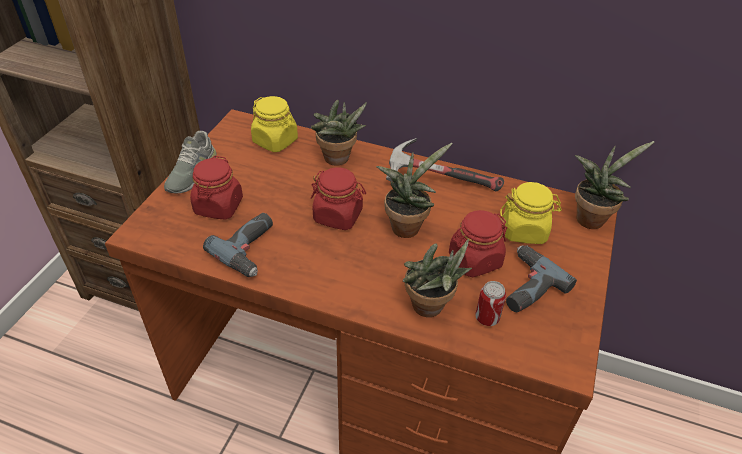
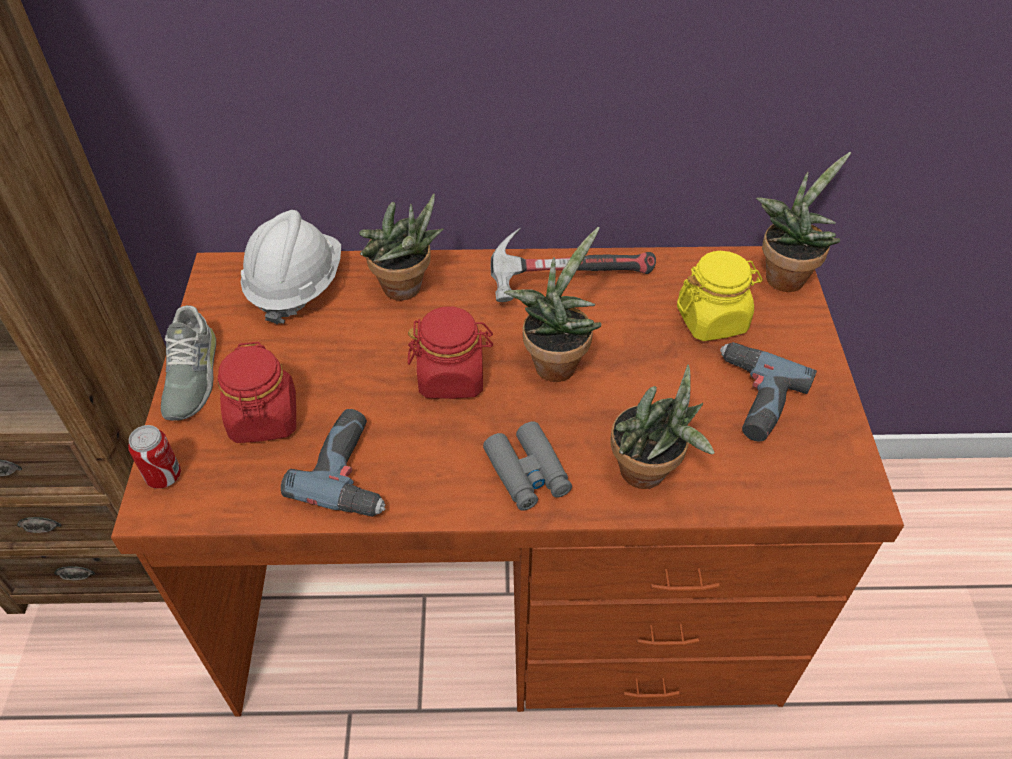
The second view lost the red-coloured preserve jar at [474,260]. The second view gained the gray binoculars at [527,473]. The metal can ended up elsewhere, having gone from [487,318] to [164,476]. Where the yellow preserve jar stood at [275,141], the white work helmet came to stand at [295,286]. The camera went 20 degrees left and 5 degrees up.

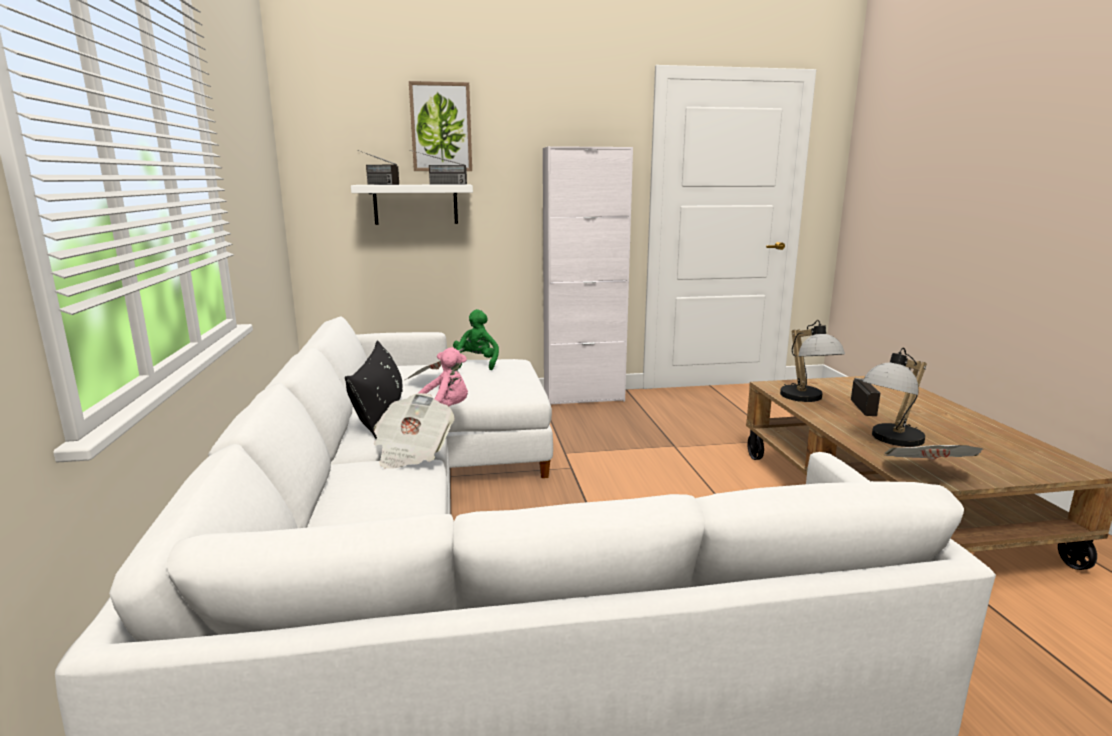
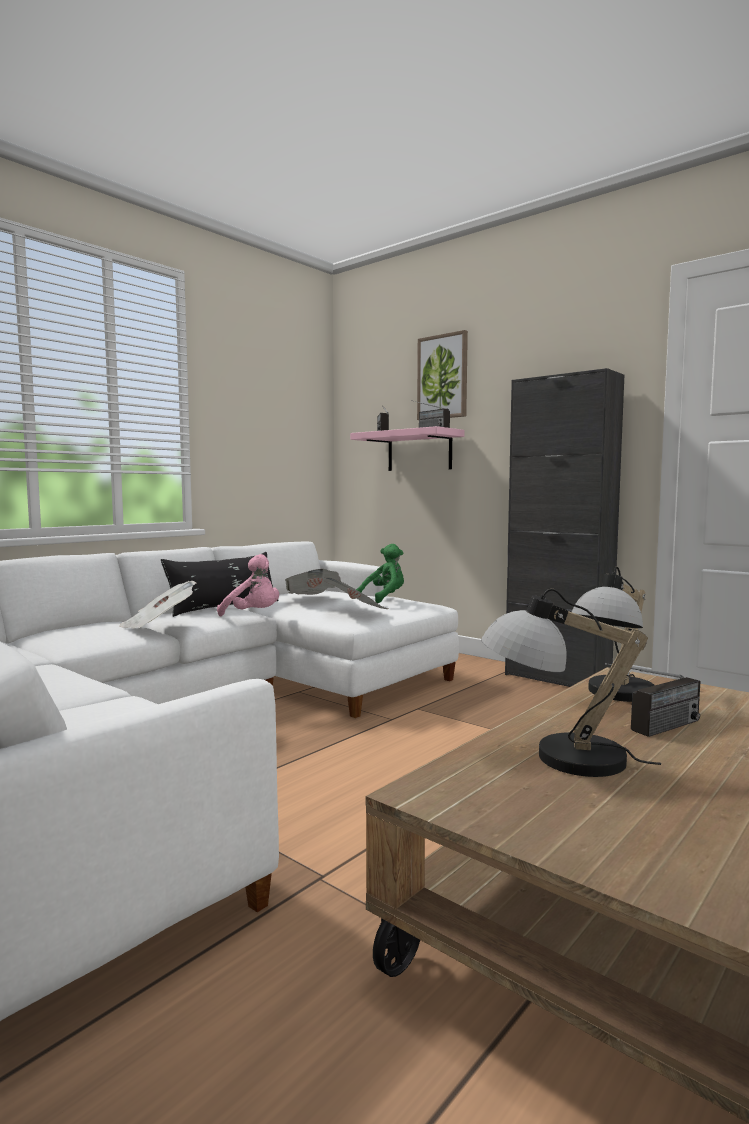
The newspaper ended up elsewhere, having gone from [926,473] to [356,611]. What was the white shelf at [415,204] turned into the pinkish shelf at [419,451]. What was the white storage cabinet at [583,397] turned into the black-coloured storage cabinet at [557,679]. The camera went 50 degrees right and 10 degrees down.

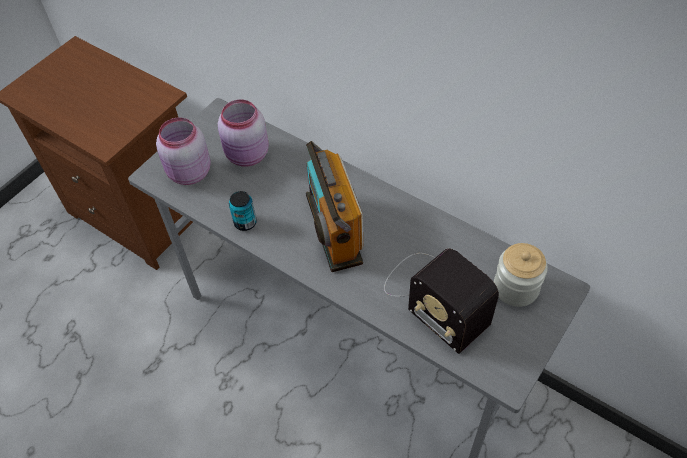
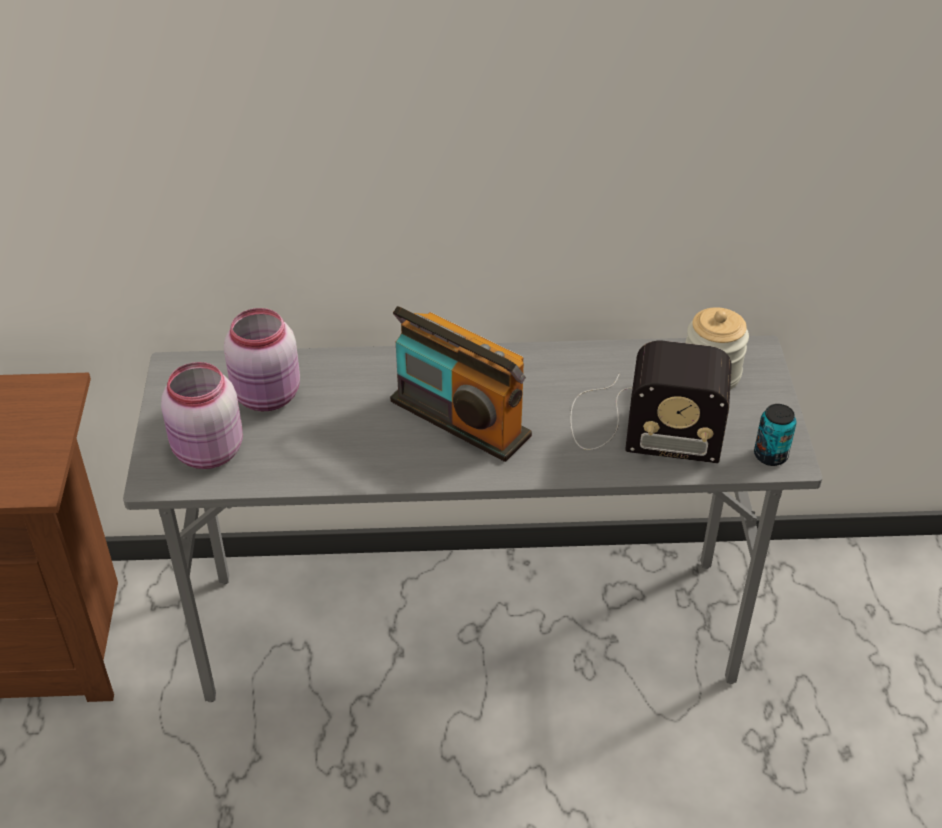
The metal can ended up elsewhere, having gone from [245,222] to [770,455]. The camera went 40 degrees left and 10 degrees down.

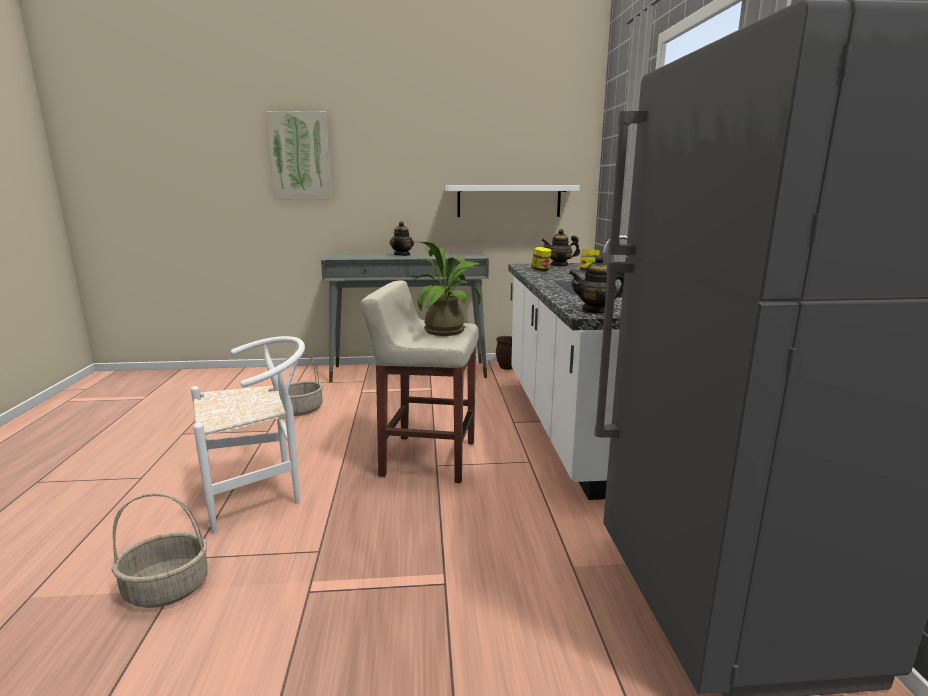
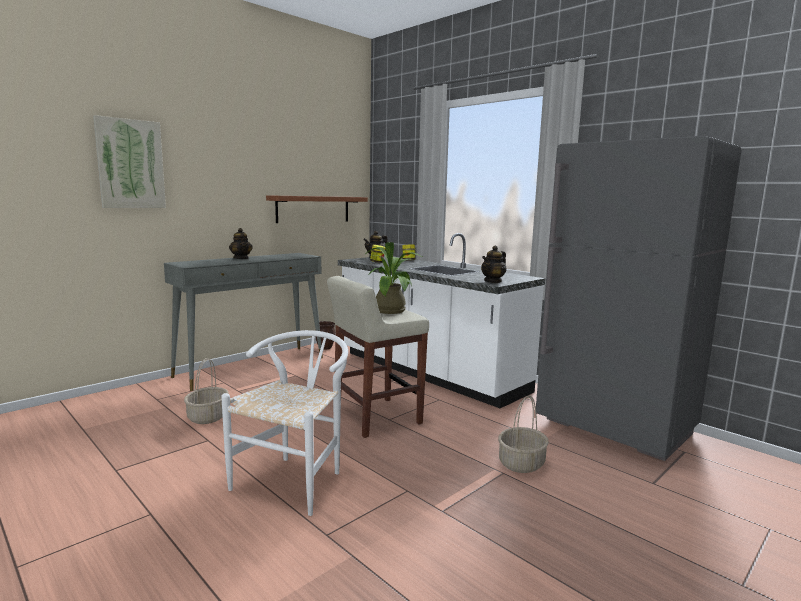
The basket ended up elsewhere, having gone from [166,589] to [521,464]. What was the white shelf at [509,201] turned into the brownish shelf at [313,209]. The camera went 40 degrees left and 5 degrees down.

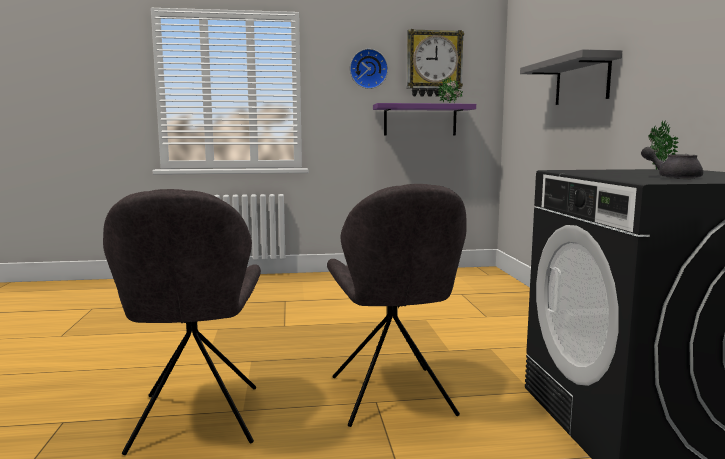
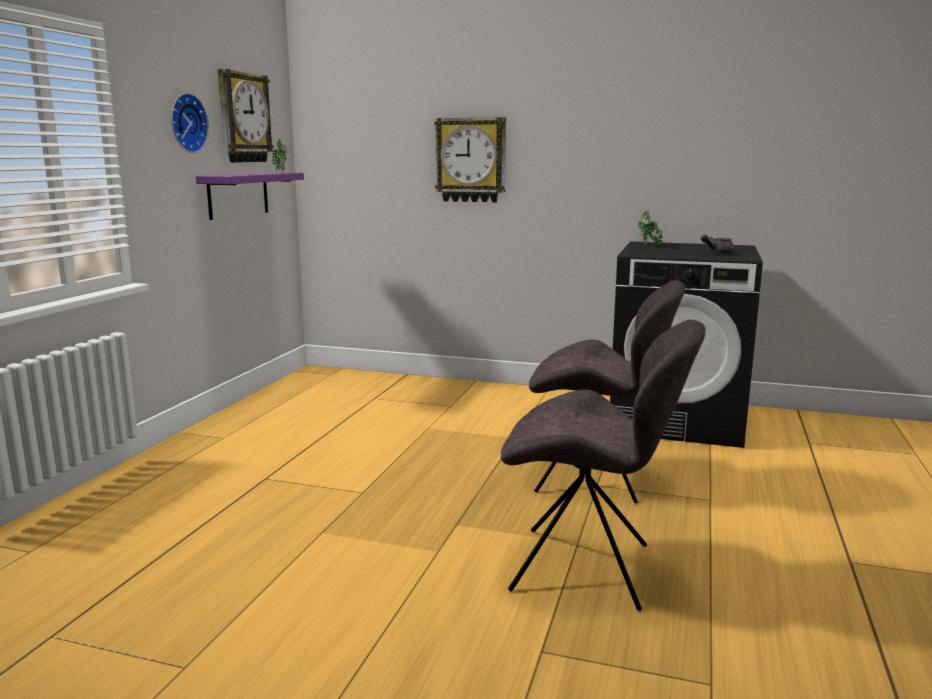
Where the gray shelf hung at [582,81], the hanging clock came to hang at [471,160]. The camera went 65 degrees left and 5 degrees up.

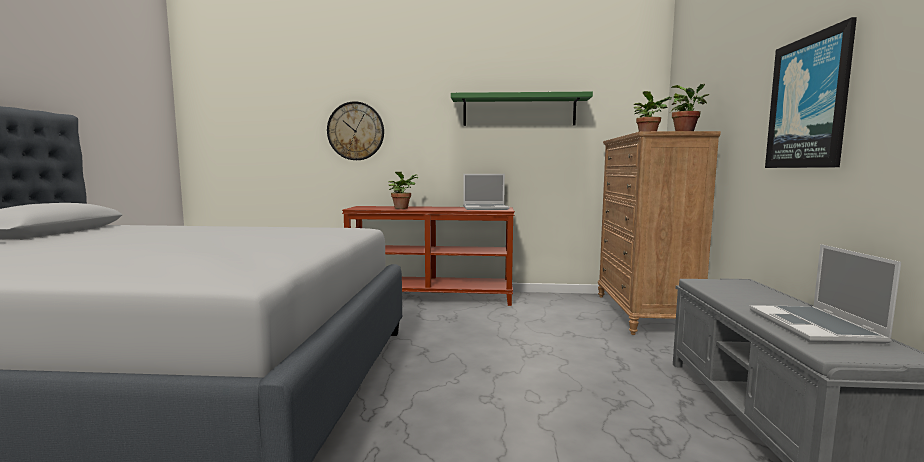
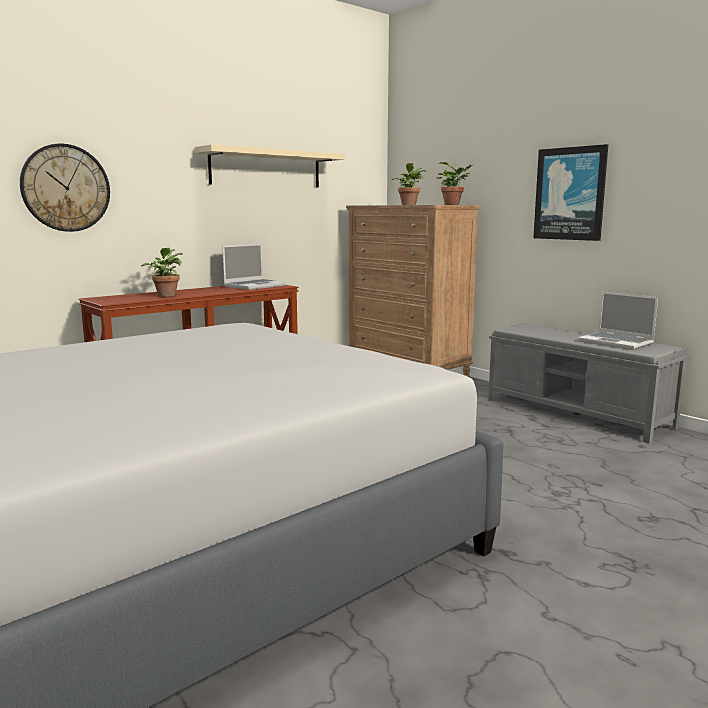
What was the greenish shelf at [519,111] turned into the beige shelf at [266,168]. The camera went 45 degrees left and 5 degrees up.

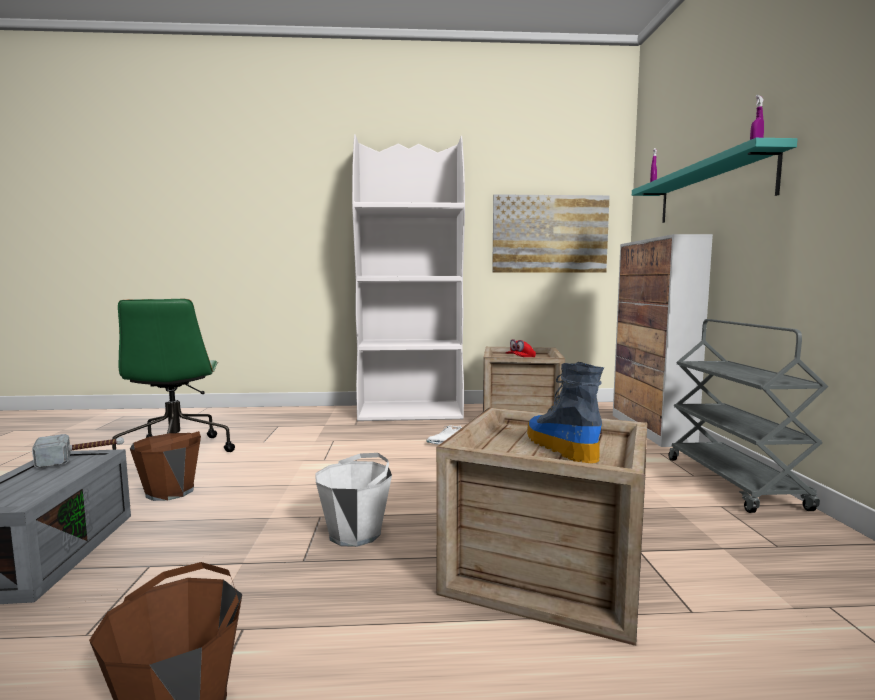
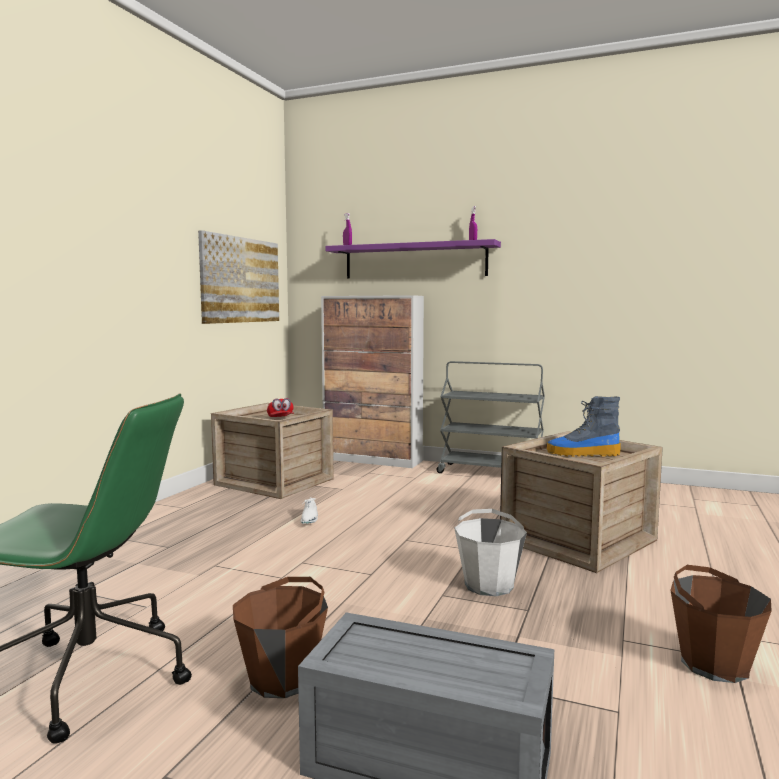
The second view lost the tool hammer at [81,457]. The second view lost the white bookcase at [411,412]. What was the blue-green shelf at [712,190] turned into the purplish shelf at [414,261]. The camera went 65 degrees left and 0 degrees up.

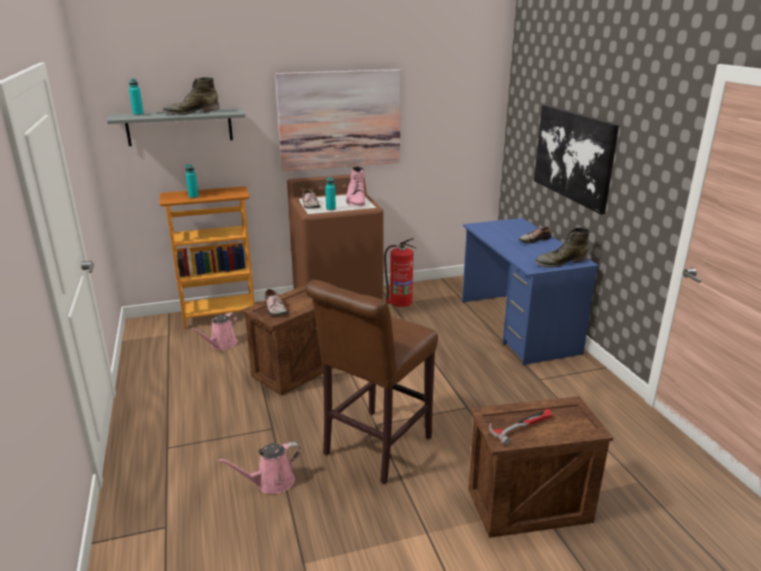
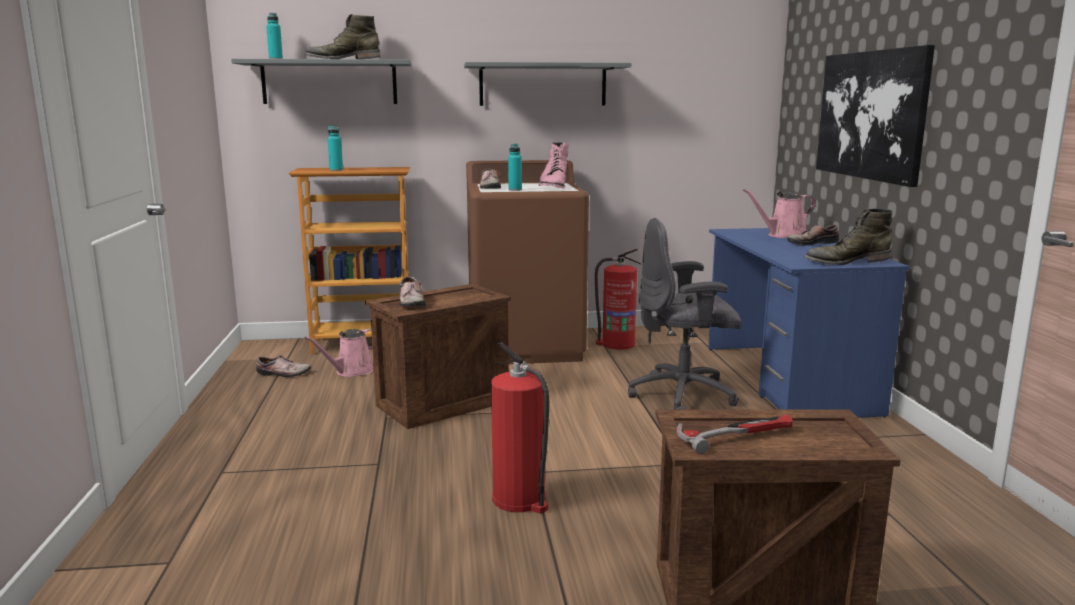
The second view gained the item of footwear at [283,374]. The second view gained the gray desk chair at [684,395]. The pinkish watering can ended up elsewhere, having gone from [271,482] to [783,235]. Where the wall art hung at [340,120], the gray shelf came to hang at [543,85]. Where the brownish stool seat stood at [374,448], the fire extinguisher came to stand at [520,499]. The camera went 10 degrees right and 10 degrees down.

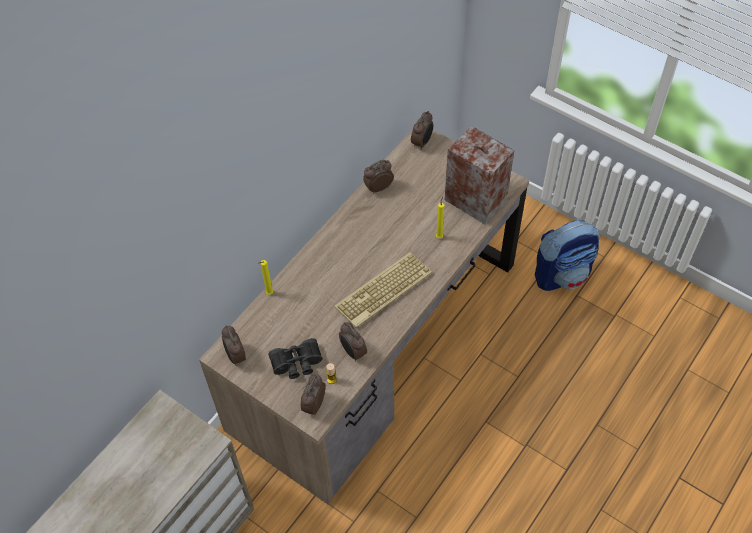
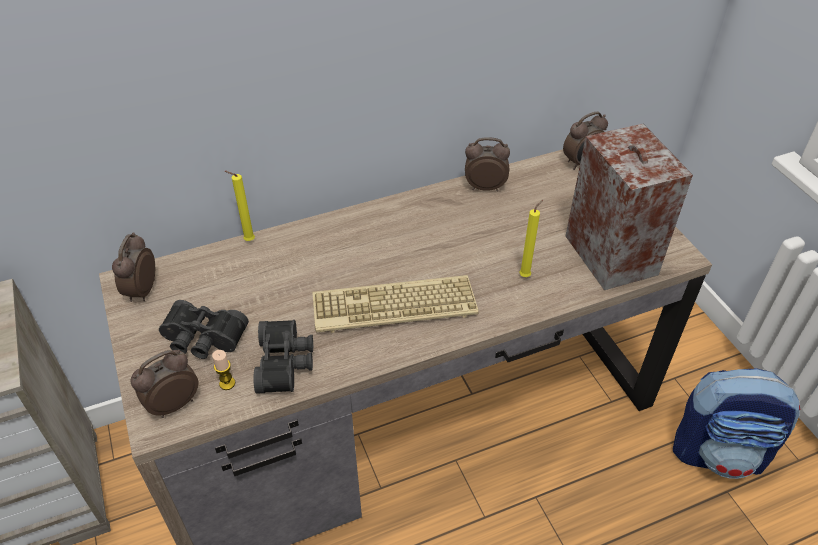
Where the table clock stood at [353,352], the black-coloured binoculars came to stand at [286,362]. The camera went 30 degrees right and 10 degrees down.

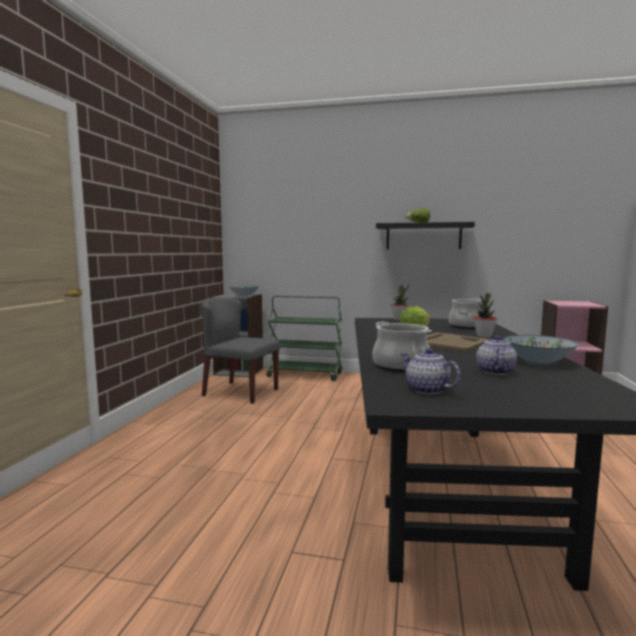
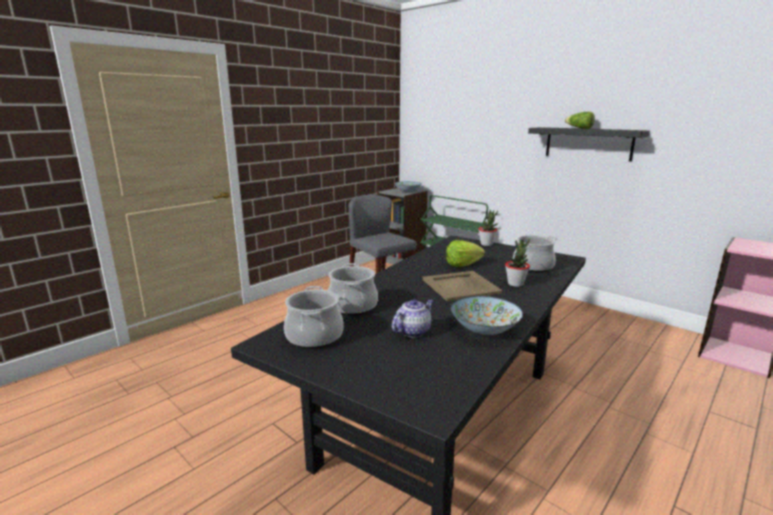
Where the teapot stood at [426,389], the cooking pot came to stand at [314,336]. The camera went 30 degrees right and 10 degrees up.

